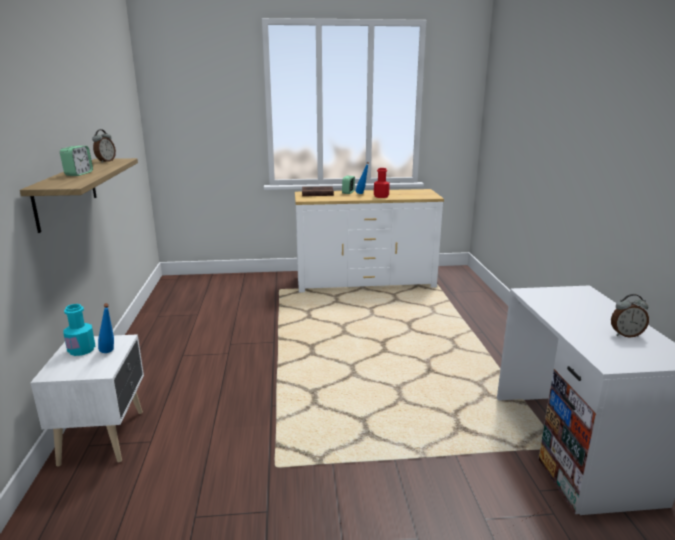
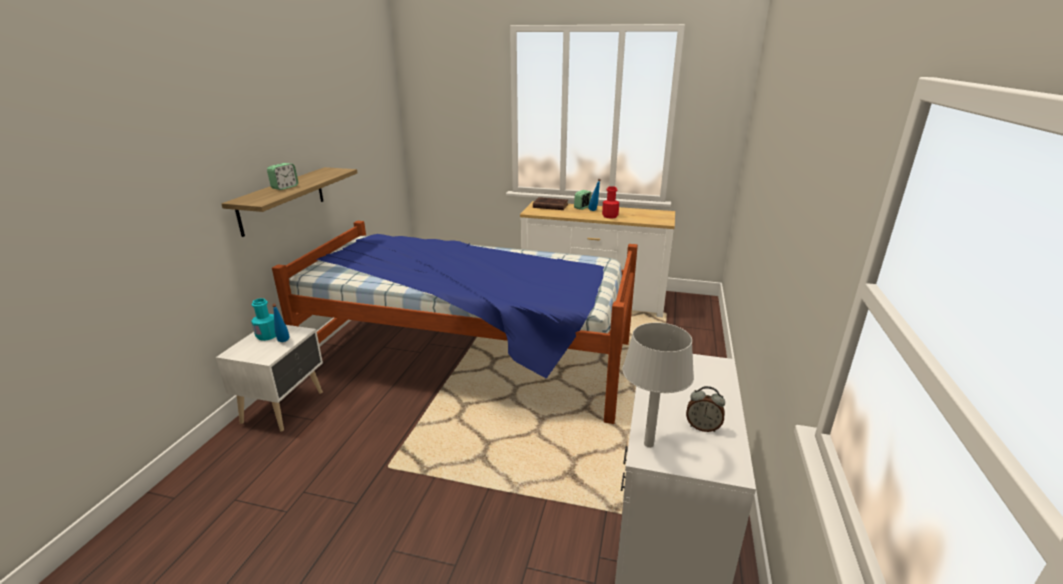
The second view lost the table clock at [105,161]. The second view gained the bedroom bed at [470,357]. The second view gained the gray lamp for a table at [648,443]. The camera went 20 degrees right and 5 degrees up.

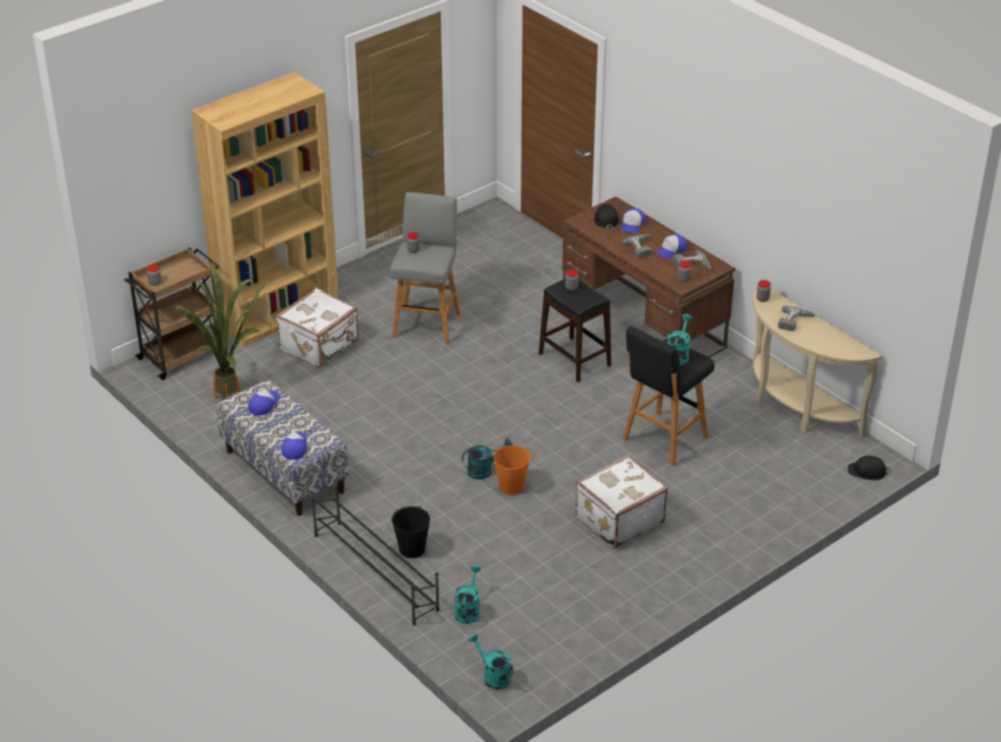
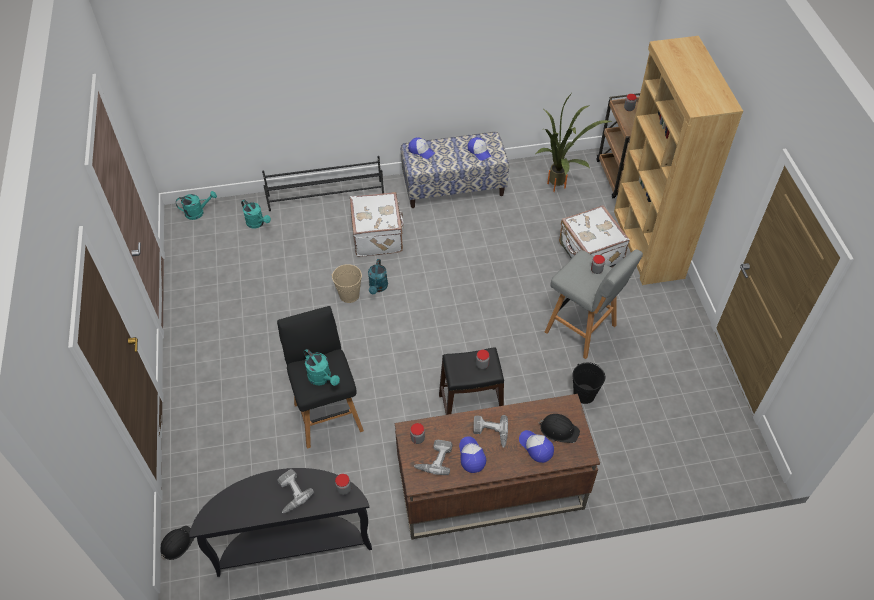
The black-coloured pail ended up elsewhere, having gone from [412,549] to [584,394]. The white piece of luggage ended up elsewhere, having gone from [618,519] to [378,236]. What was the orange-coloured pail at [511,486] turned into the beige pail at [349,294]. What was the beige console table at [795,407] turned into the black-coloured console table at [293,543]. The camera went 120 degrees right and 15 degrees up.

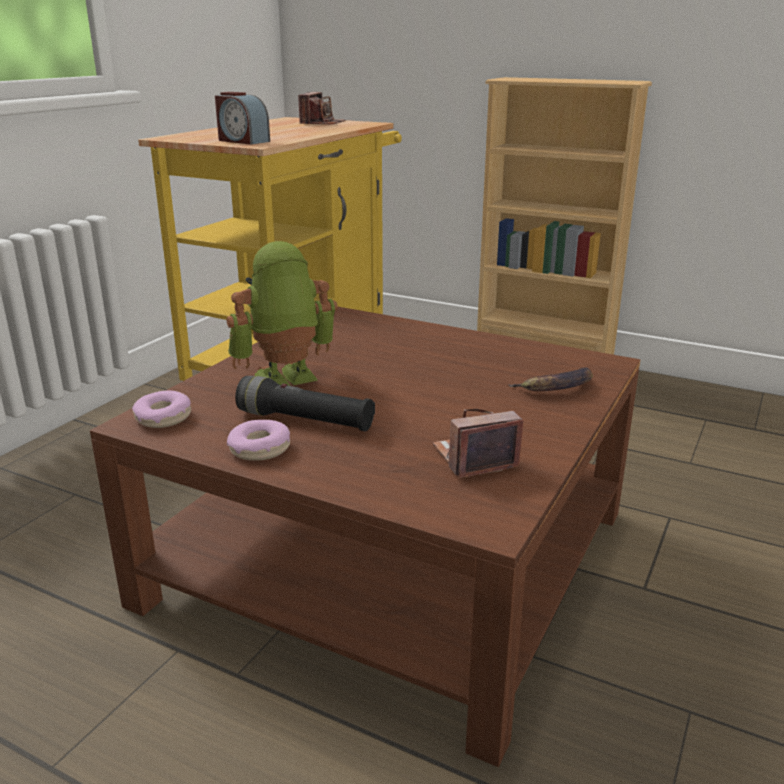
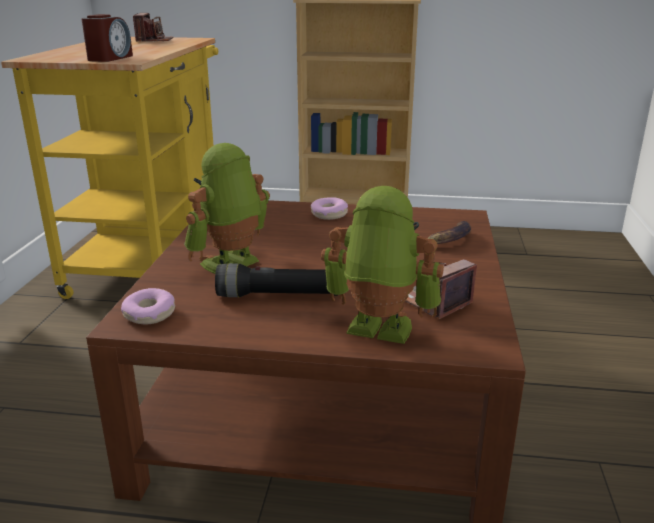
The second view gained the robot figure at [377,330]. The donut ended up elsewhere, having gone from [259,449] to [329,214]. The table clock at [242,141] ended up facing another way, 90 degrees counterclockwise from before. The camera went 20 degrees left and 0 degrees up.

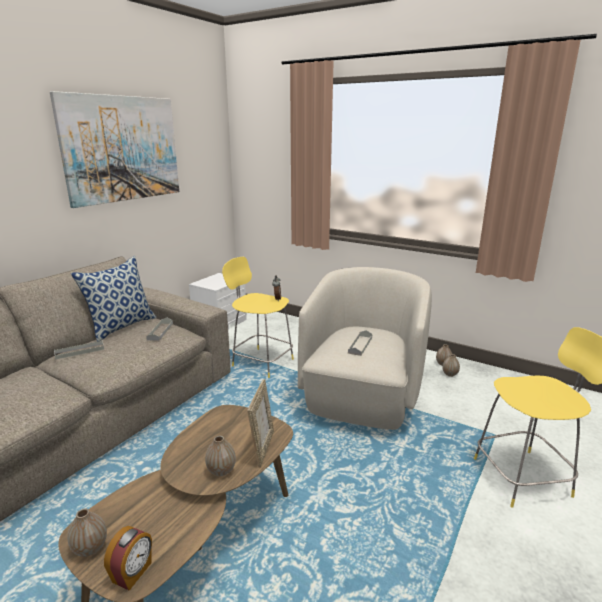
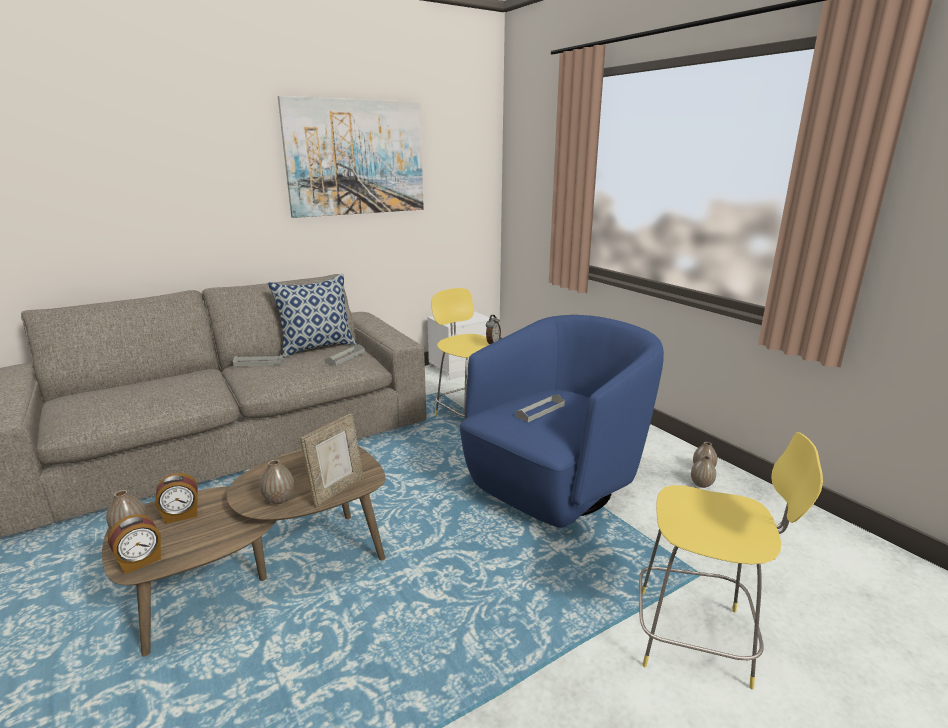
The second view gained the table clock at [181,515]. What was the beige easy chair at [362,398] turned into the blue easy chair at [556,483]. The camera went 25 degrees right and 0 degrees up.

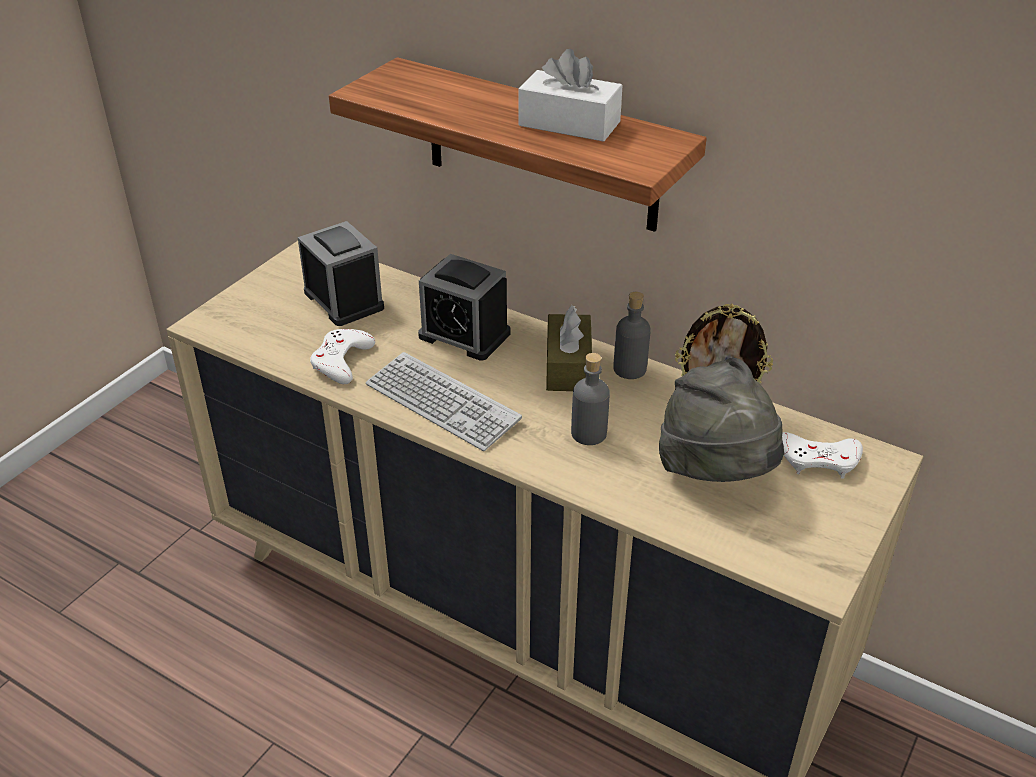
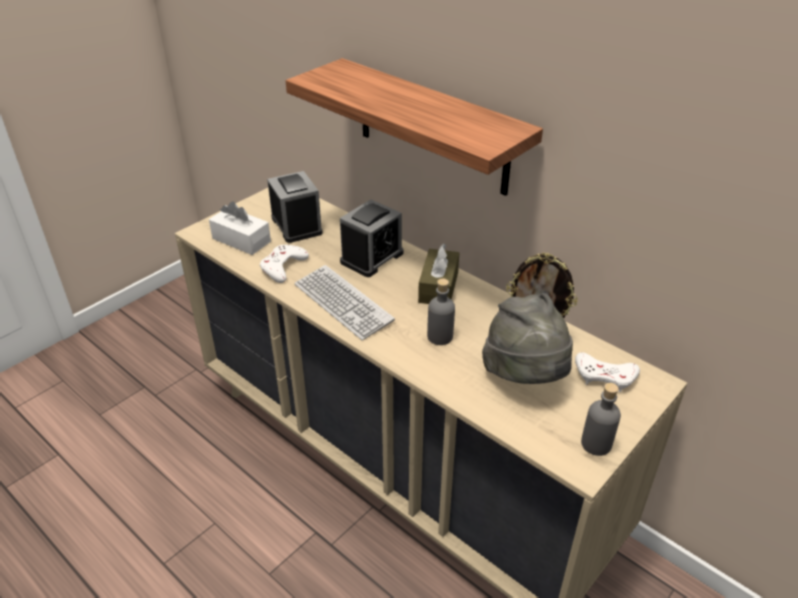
The white box of tissues ended up elsewhere, having gone from [569,124] to [241,240]. The gray drink bottle ended up elsewhere, having gone from [630,369] to [596,444]. The table clock at [464,335] ended up facing another way, 90 degrees counterclockwise from before. The camera went 10 degrees right and 0 degrees up.

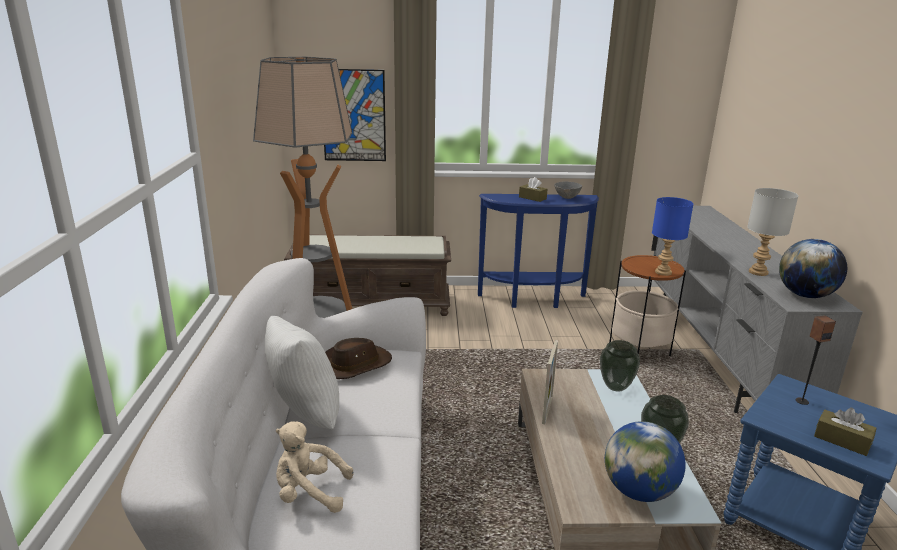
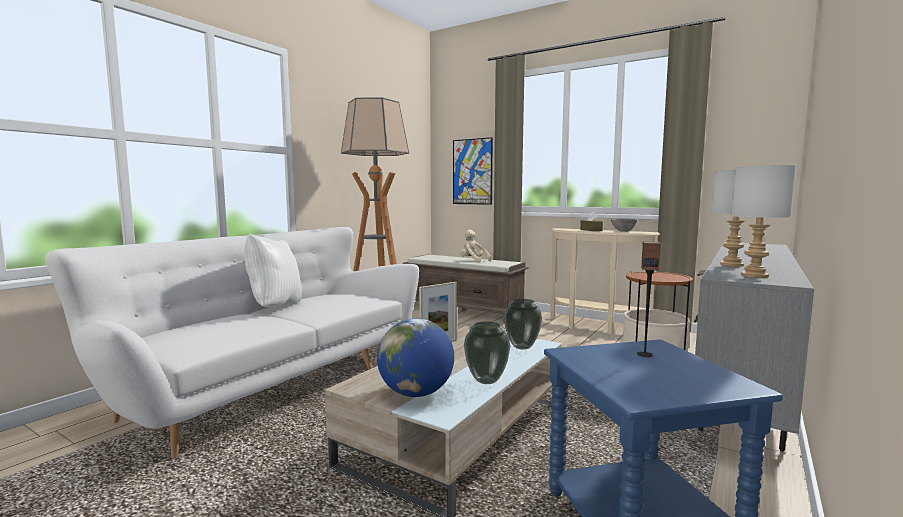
The second view lost the brownish clothing hat at [355,364]. The second view lost the blue lamp for a table at [663,272]. The second view lost the brownish box of tissues at [842,440]. The beige soft toy ended up elsewhere, having gone from [309,493] to [473,261]. Where the desk globe stood at [805,295], the gray lamp for a table came to stand at [754,276]. What was the blue console table at [533,300] turned into the beige console table at [595,327]. The camera went 35 degrees right and 15 degrees down.

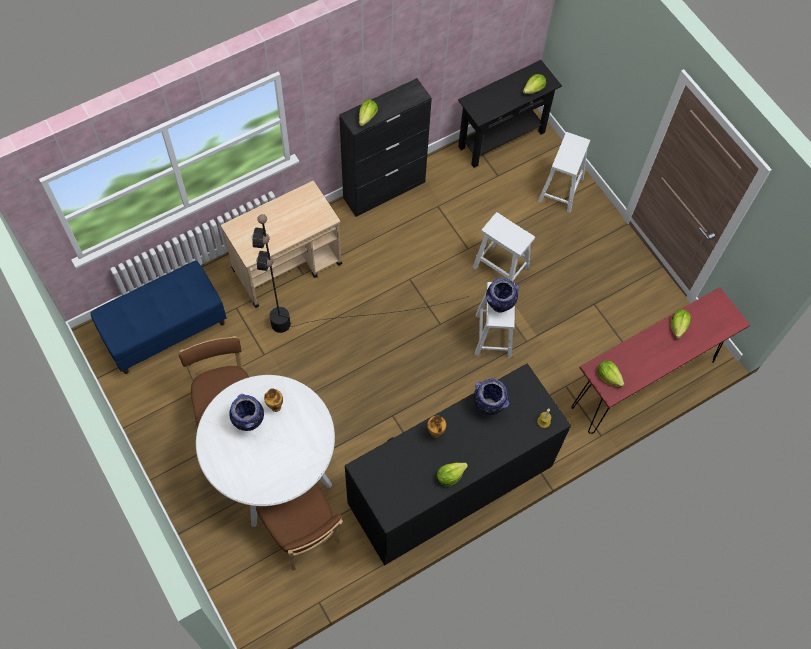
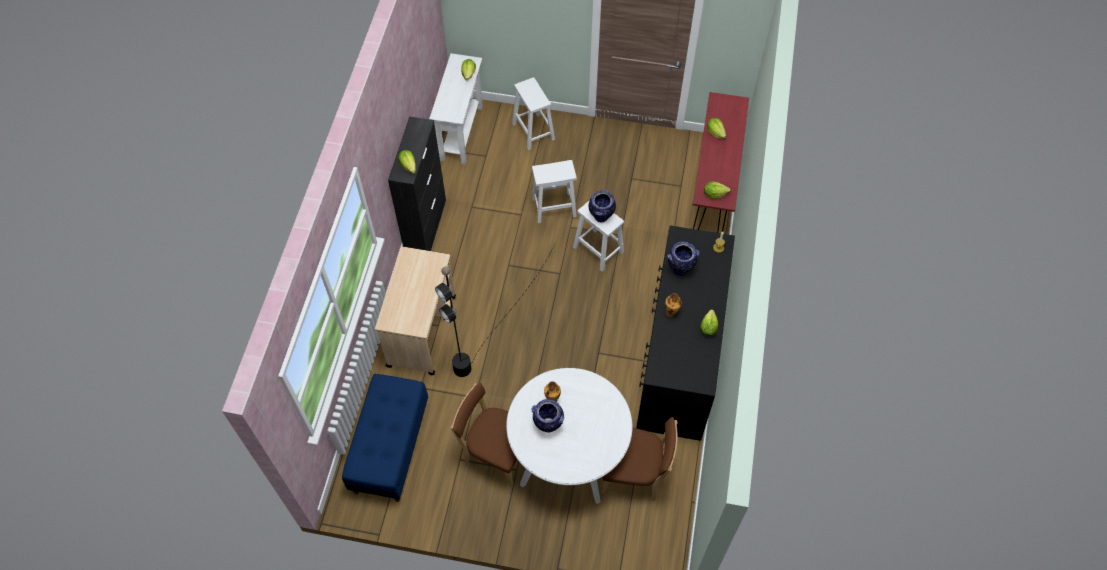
What was the black-coloured console table at [501,139] turned into the white console table at [461,133]. The camera went 45 degrees left and 5 degrees down.

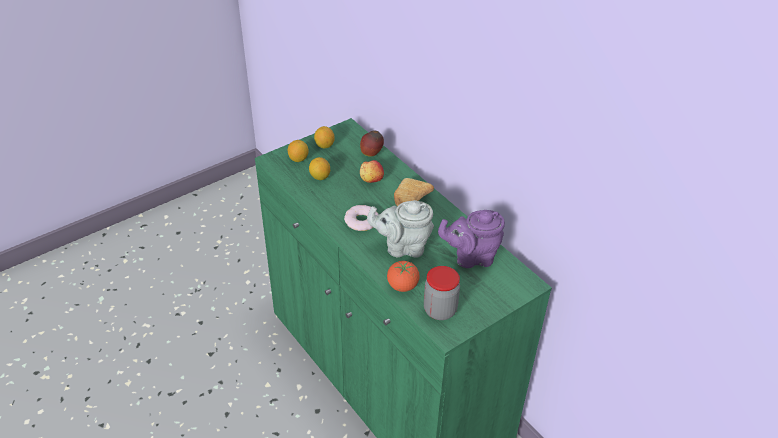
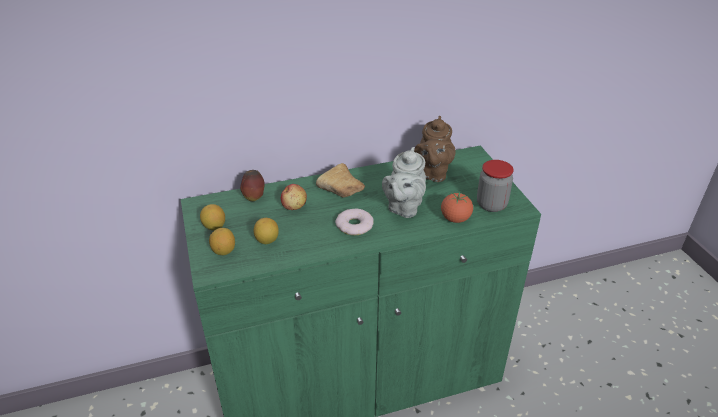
What was the purplish teapot at [471,257] turned into the brownish teapot at [432,173]. The camera went 70 degrees left and 5 degrees down.

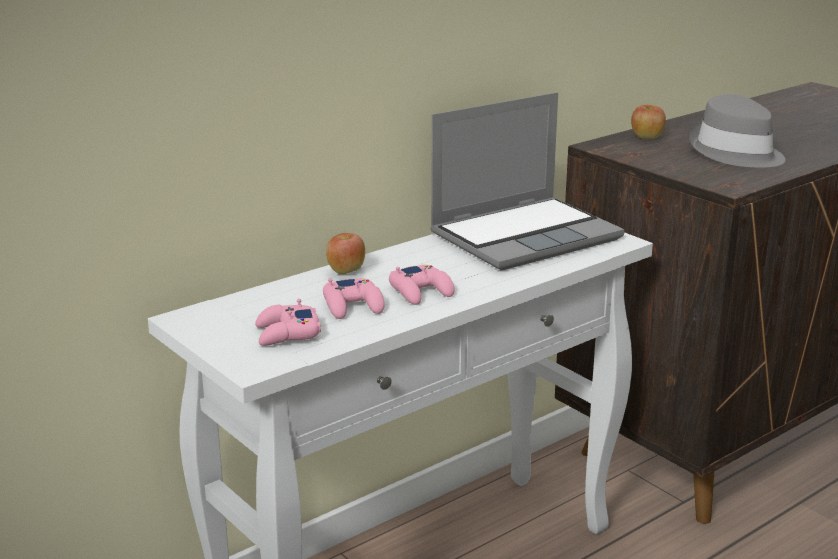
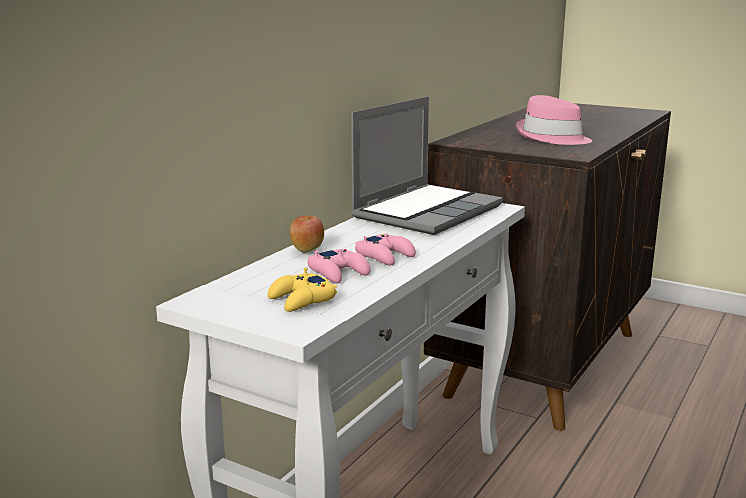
The second view lost the apple fruit at [647,137]. What was the pinkish game controller at [287,333] turned into the yellow game controller at [302,300]. What was the gray clothing hat at [735,152] turned into the pinkish clothing hat at [552,138]. The camera went 20 degrees left and 5 degrees down.

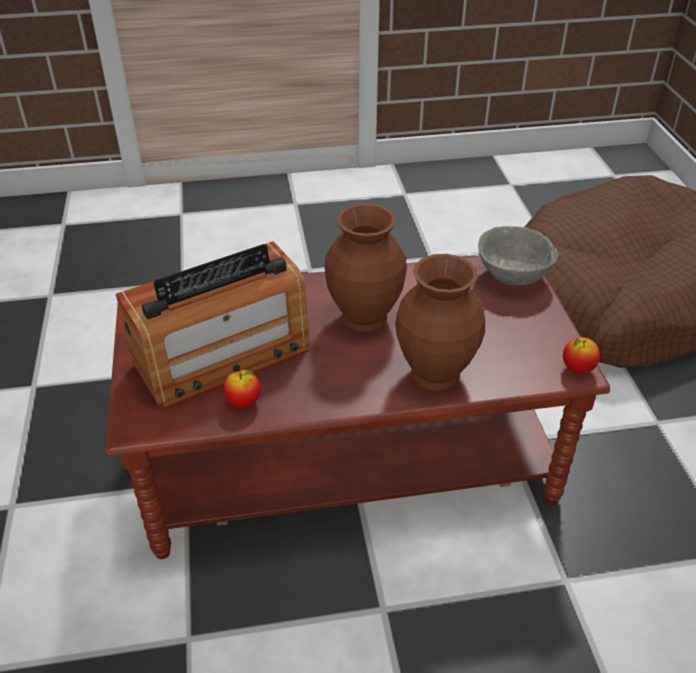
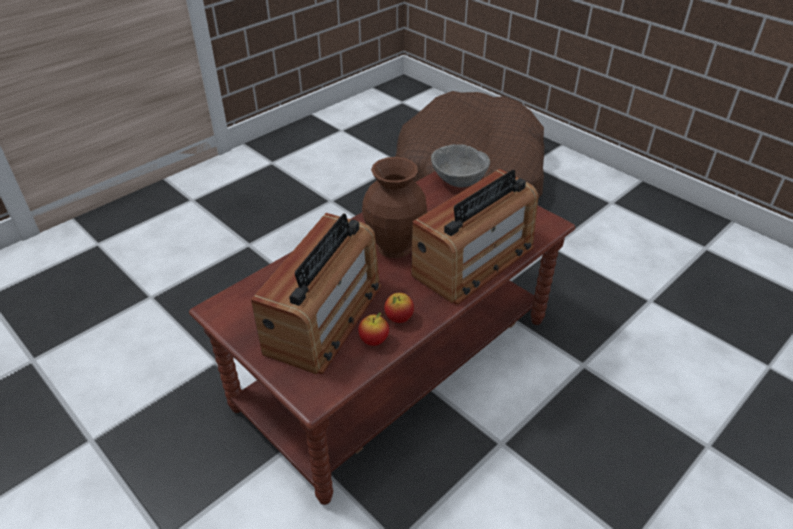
The apple fruit ended up elsewhere, having gone from [577,369] to [399,318]. Where the brownish flower vase stood at [435,371], the radio set came to stand at [474,261]. The camera went 35 degrees left and 0 degrees up.

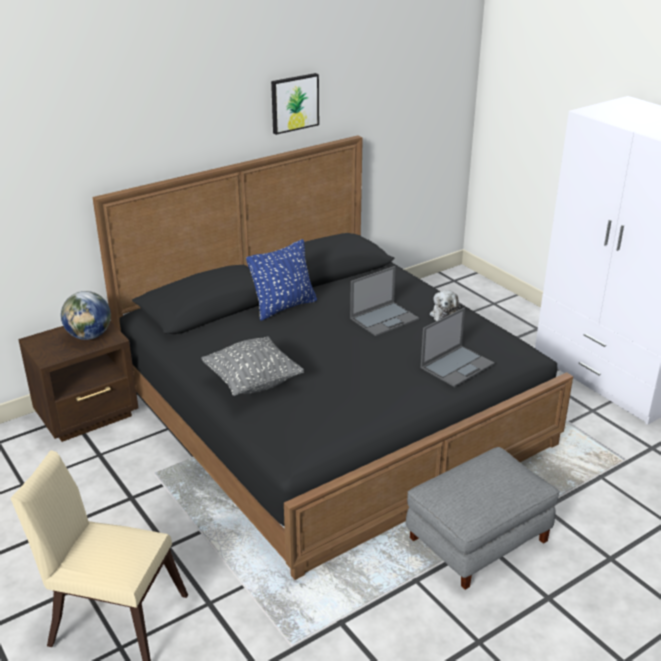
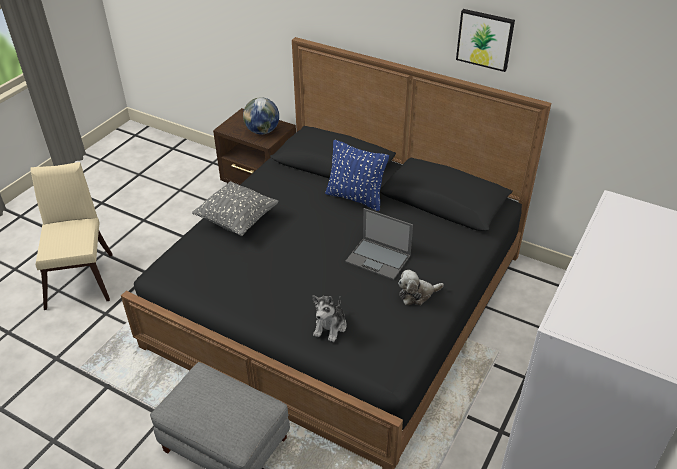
Where the notebook computer stood at [457,365], the soft toy came to stand at [330,327]. The camera went 65 degrees right and 10 degrees up.

